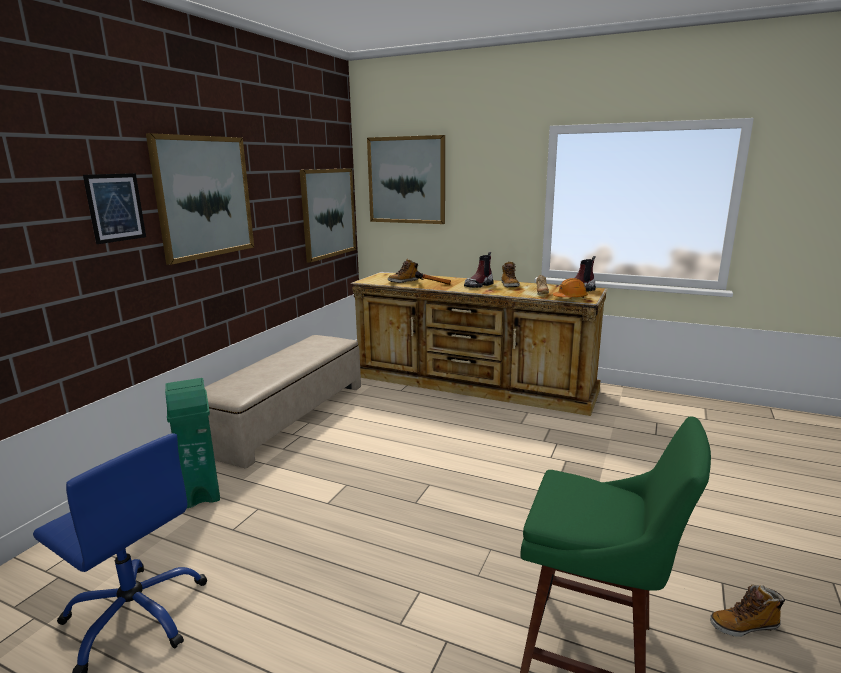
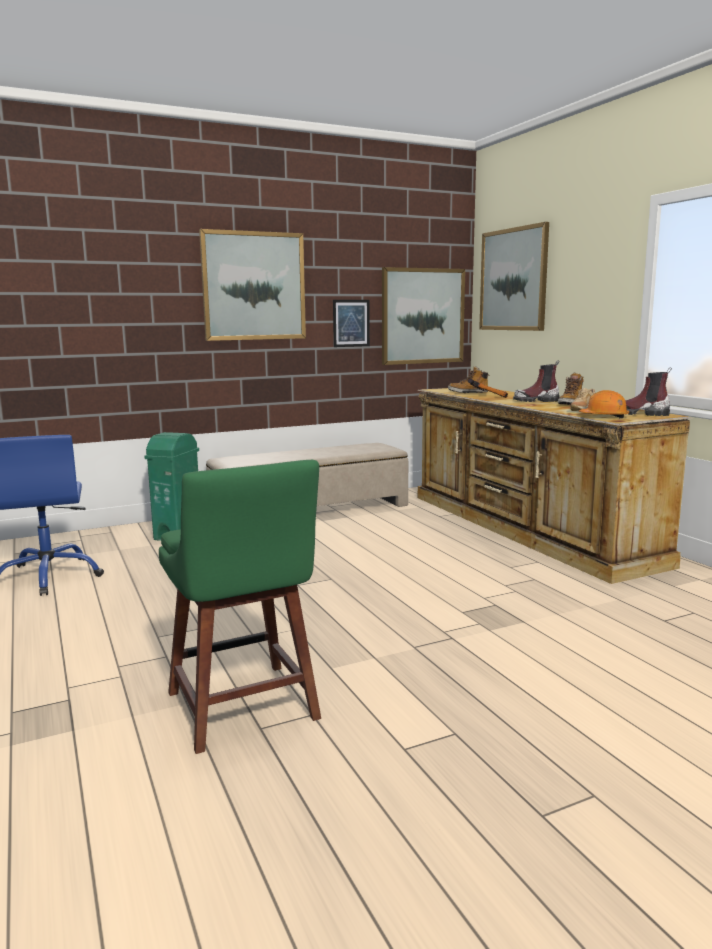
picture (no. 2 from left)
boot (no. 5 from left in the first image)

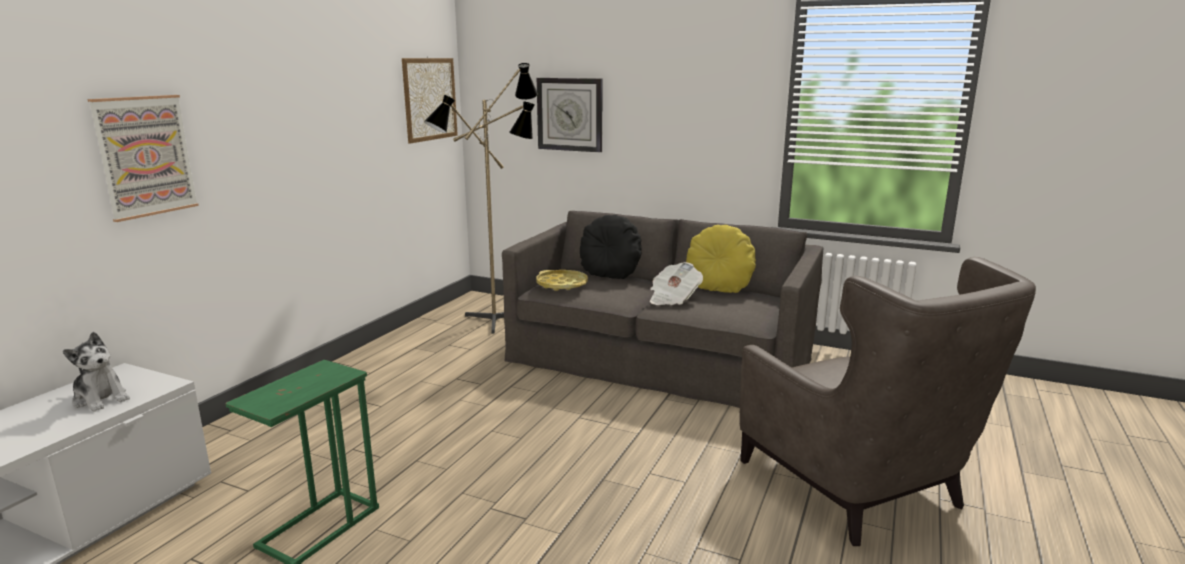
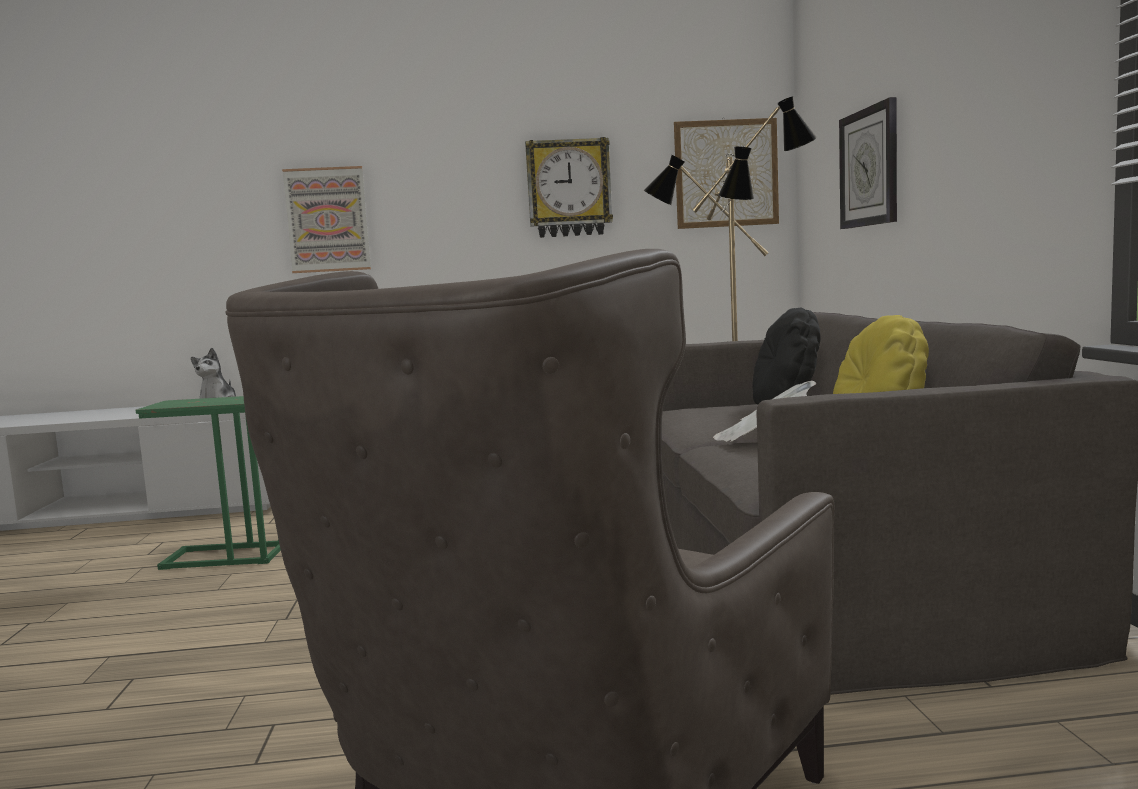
tray (yellow)
wall clock (no. 1 from left)

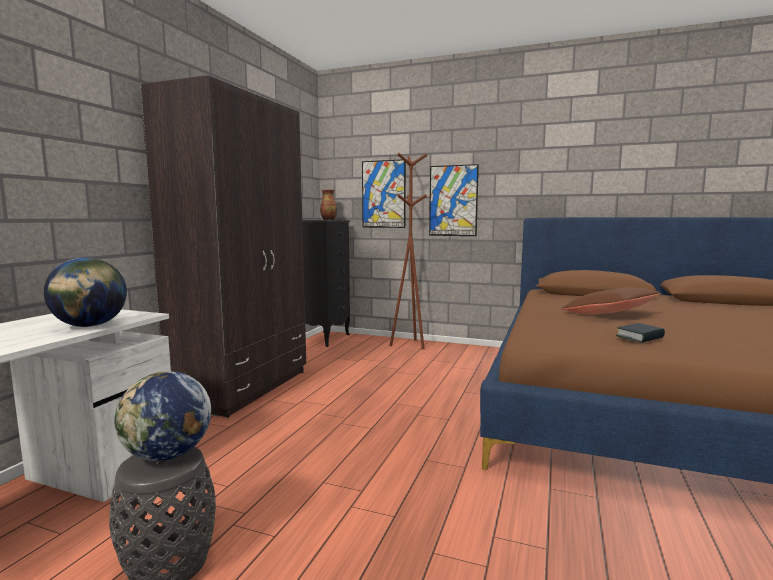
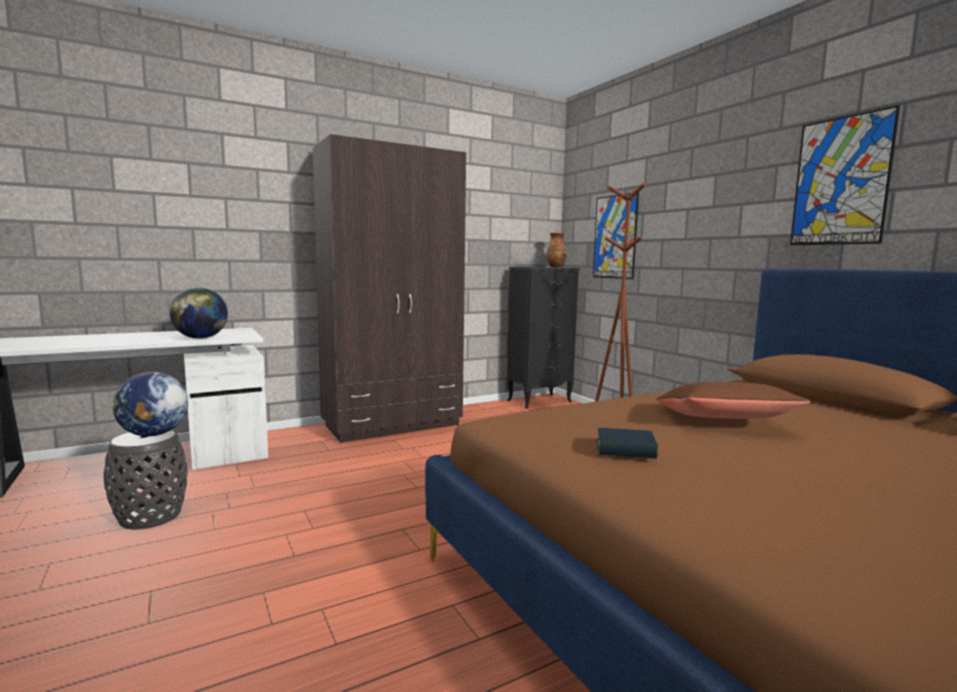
picture (no. 2 from left)

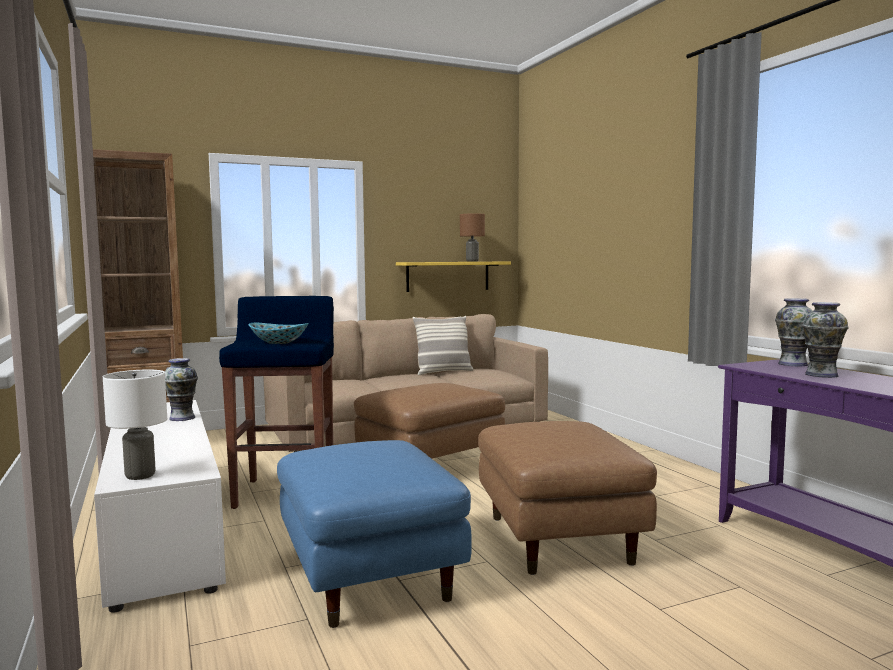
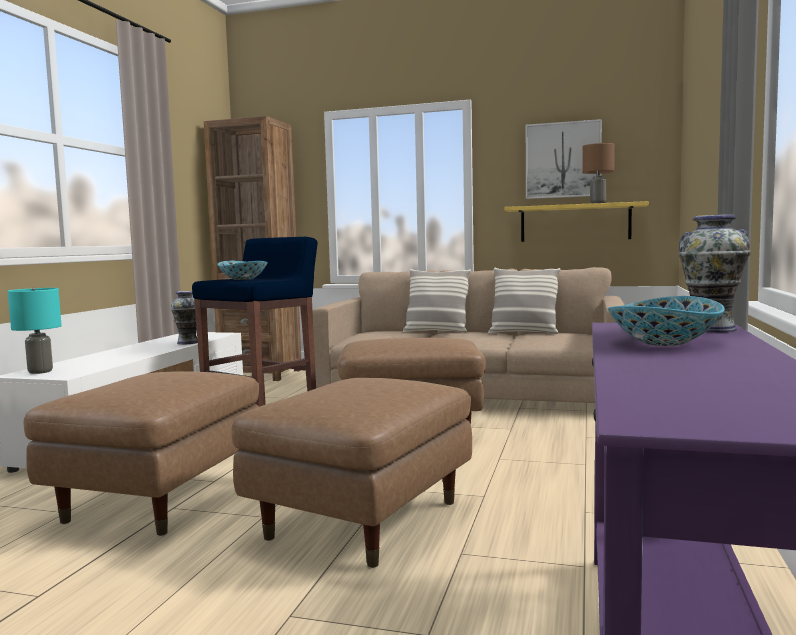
table lamp (turquoise)
ottoman (brown) (no. 1 from left)
bowl (no. 2 from left)
pillow (no. 1 from left)
picture

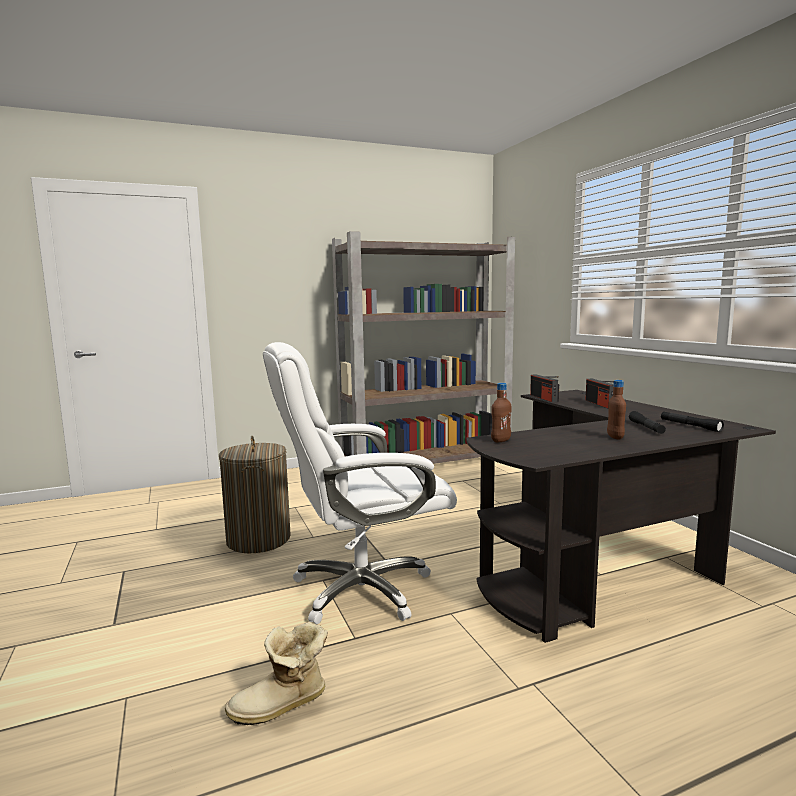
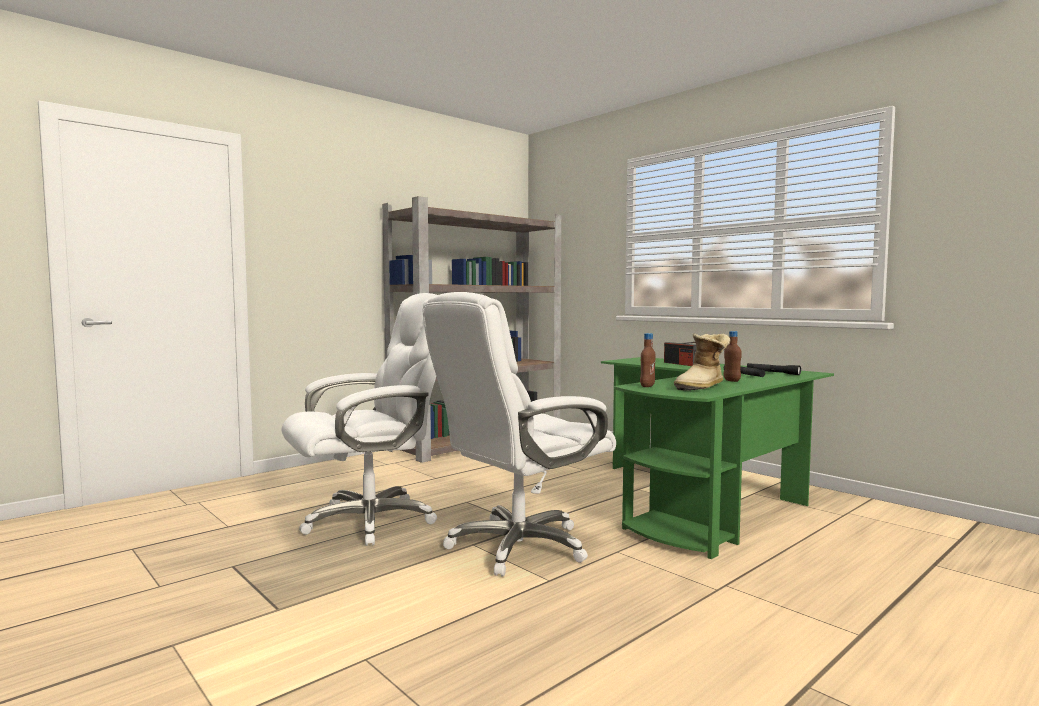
office chair (white) (no. 1 from left)
boot
desk (green)
radio (no. 1 from left in the first image)

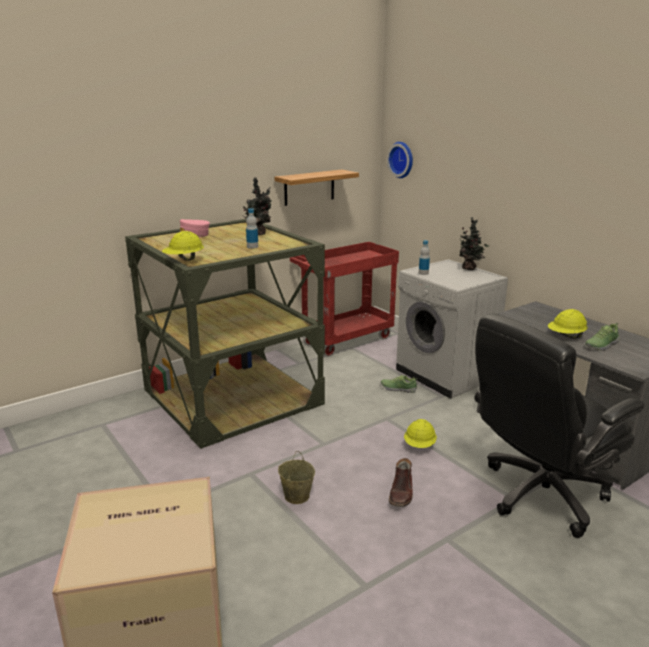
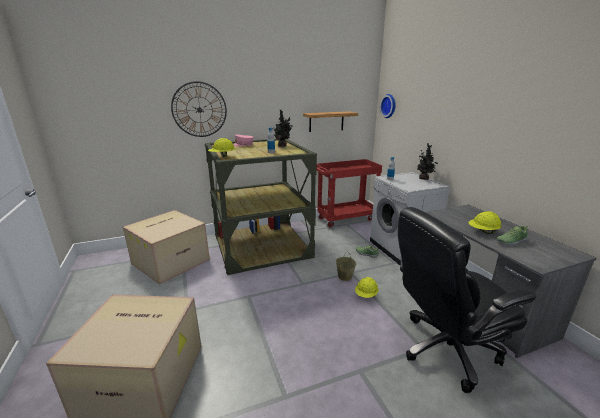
bucket (beige)
boot (brown)
cardboard box (no. 2 from left)
wall clock (no. 1 from left)

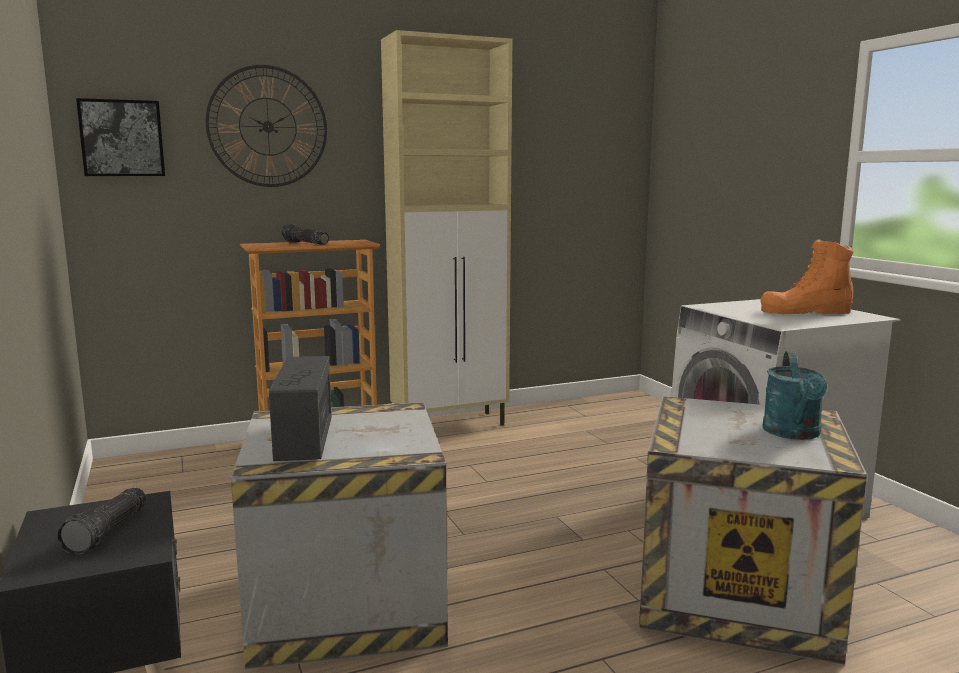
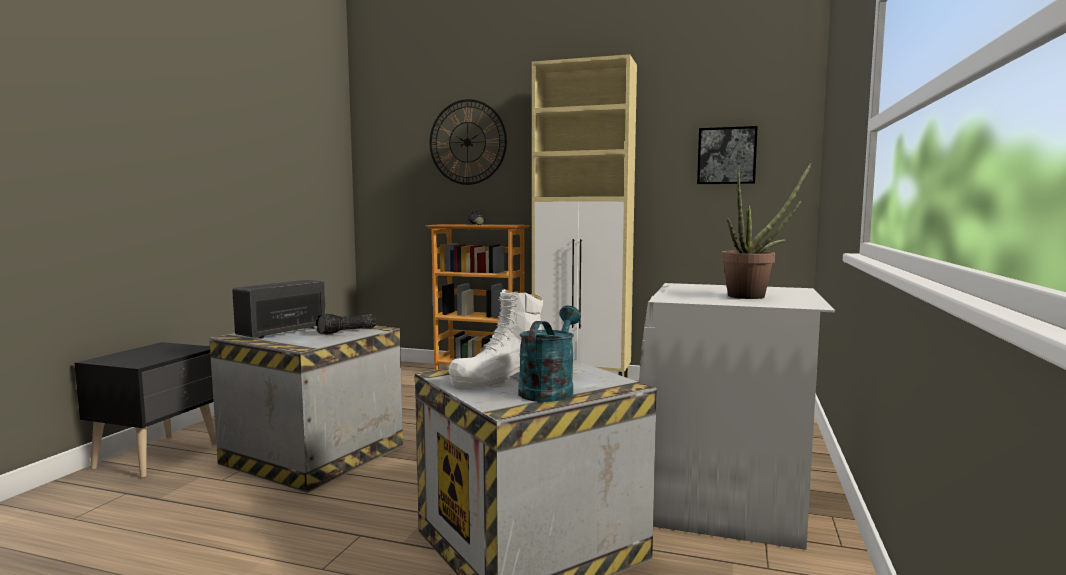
flashlight (no. 1 from left)
picture
potted plant
watering can (turquoise)
boot (white)

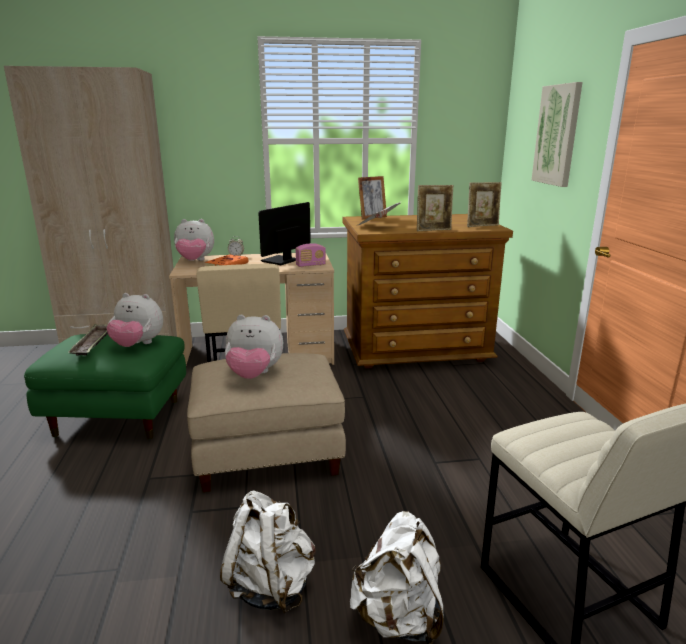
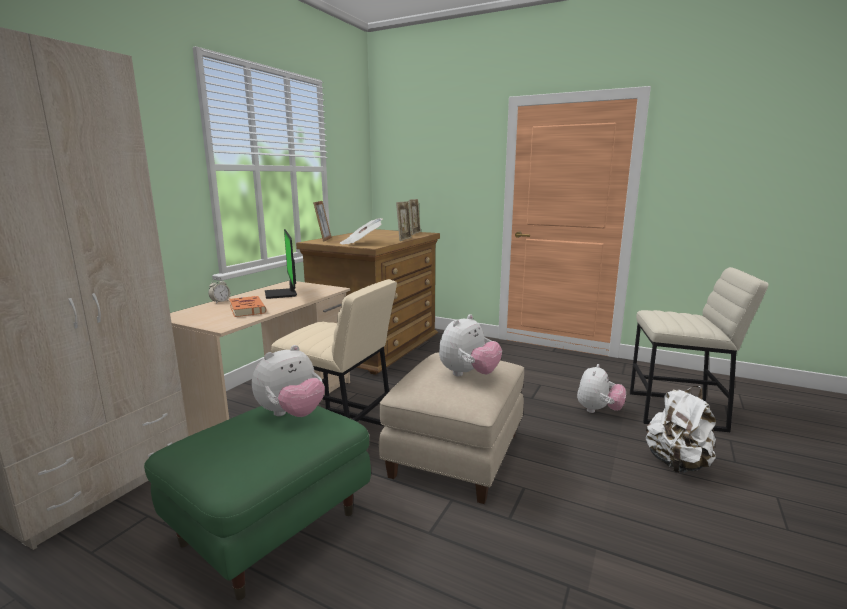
tray
plush toy (no. 3 from left)
backpack (white) (no. 1 from left in the first image)
radio
picture

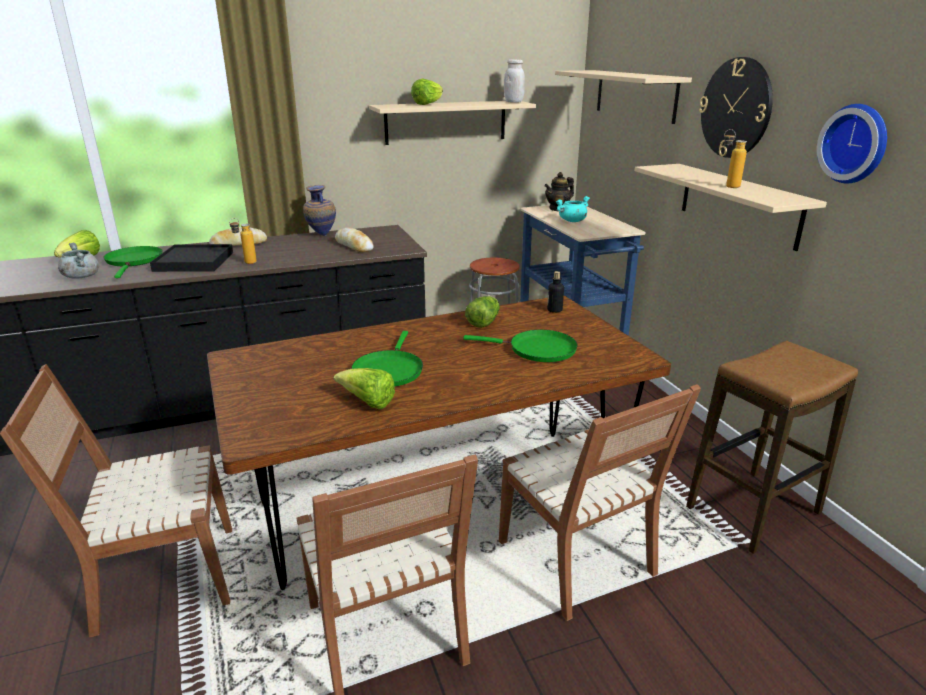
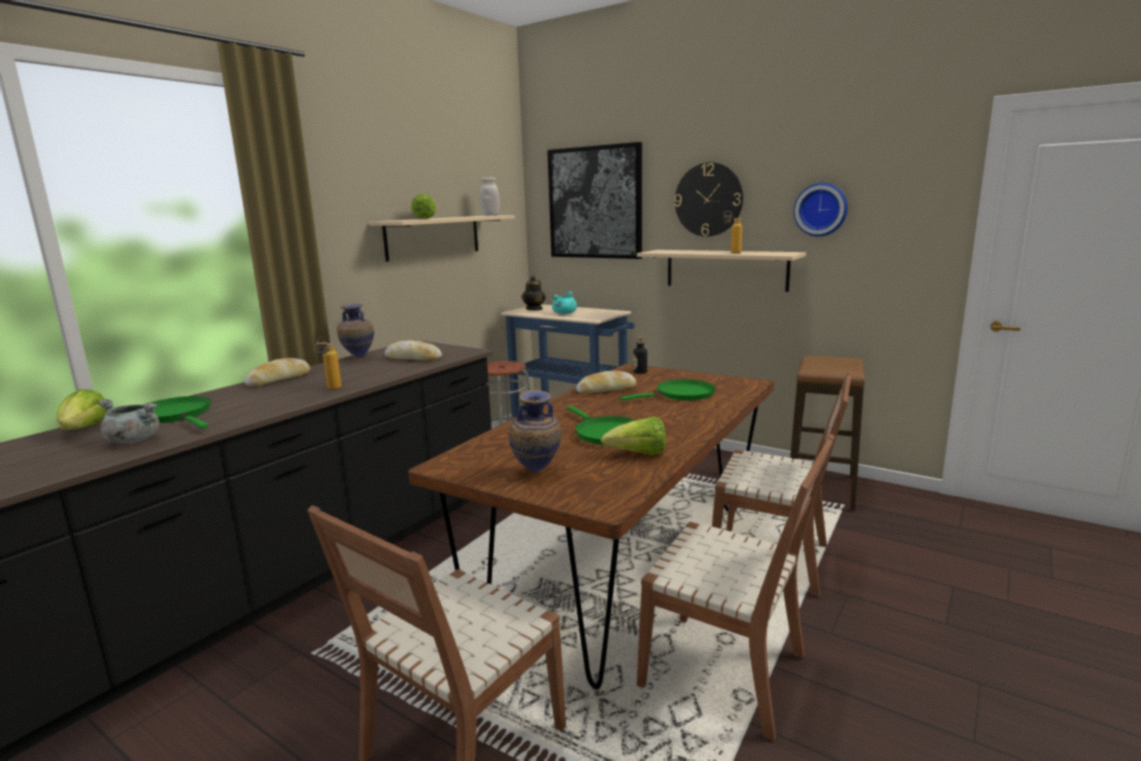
tray (black)
bread (no. 3 from left)
picture
vase (no. 2 from left)

